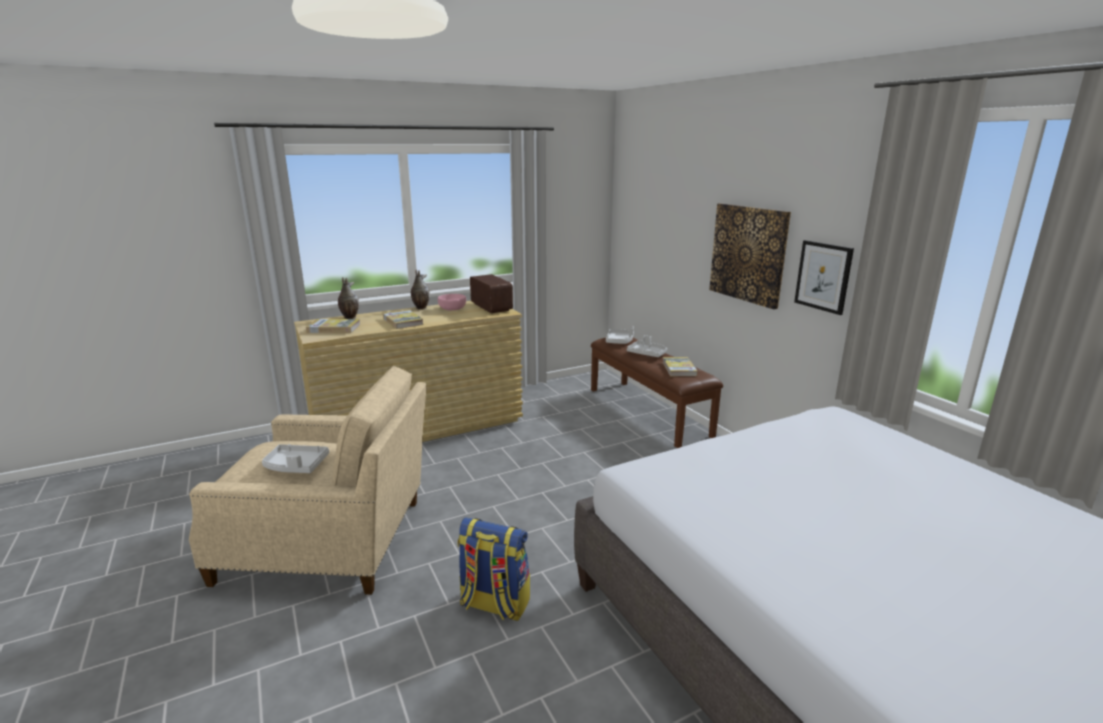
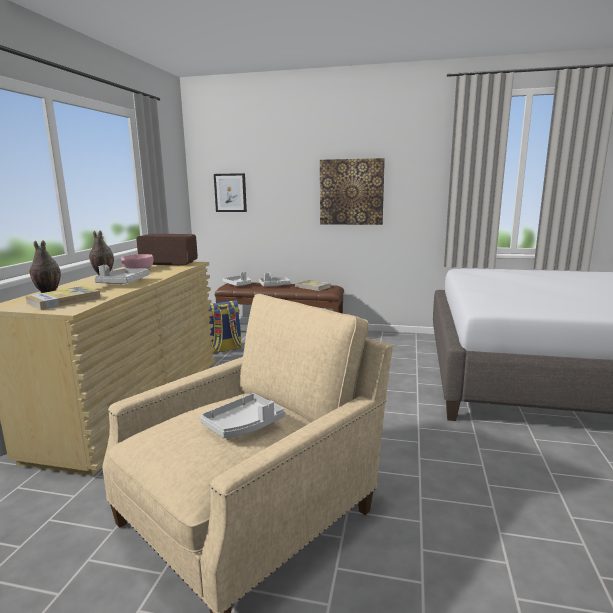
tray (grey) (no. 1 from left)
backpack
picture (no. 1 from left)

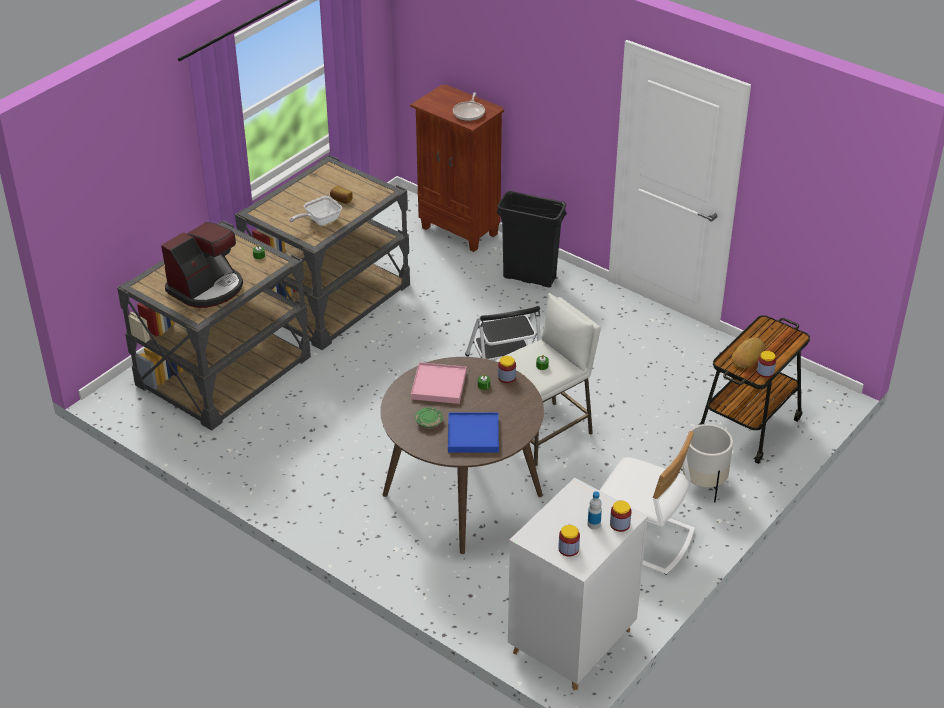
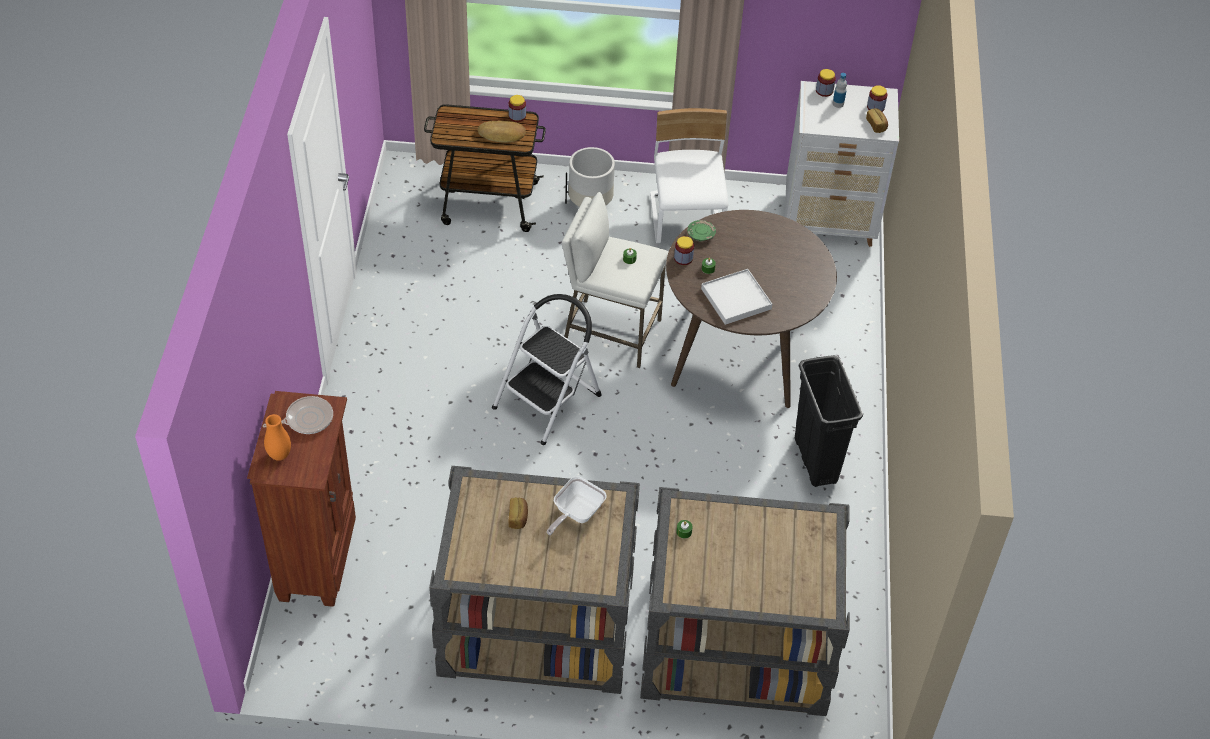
coffee machine
frying pan (no. 2 from left)
tray (white)
plate (green)
tray (blue)
trash can (black)
vase (orange)
bread (no. 3 from left)

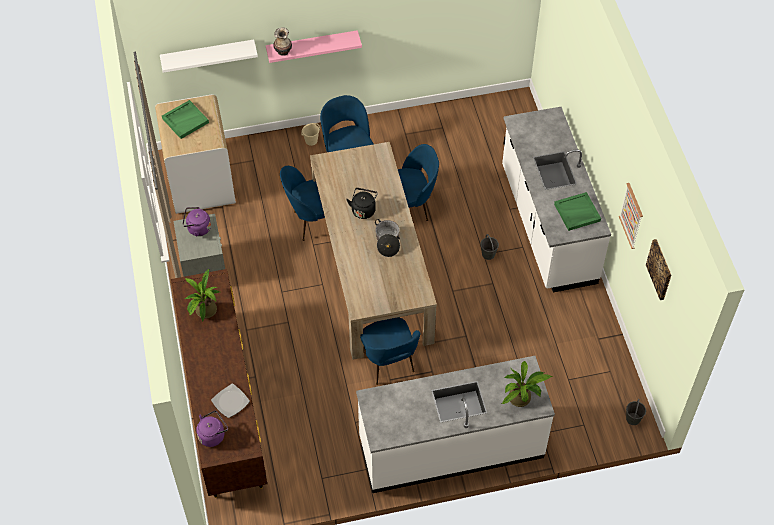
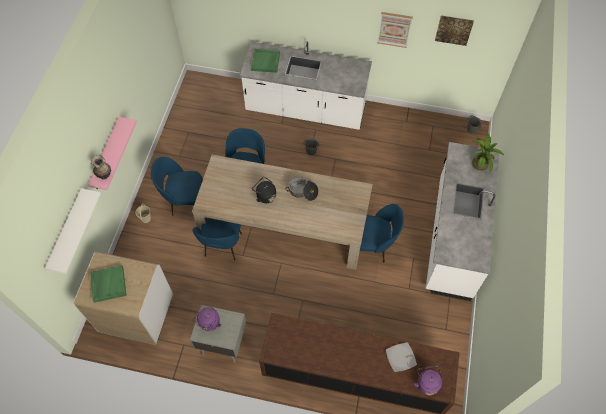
potted plant (no. 1 from left in the first image)
tray (green) (no. 2 from left)

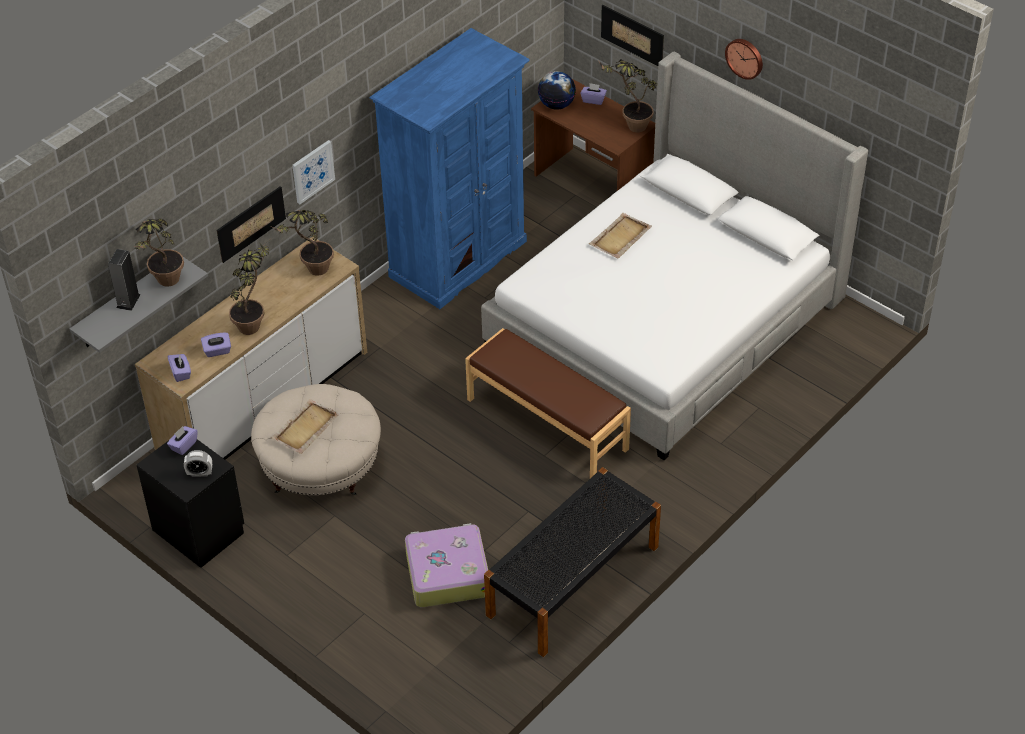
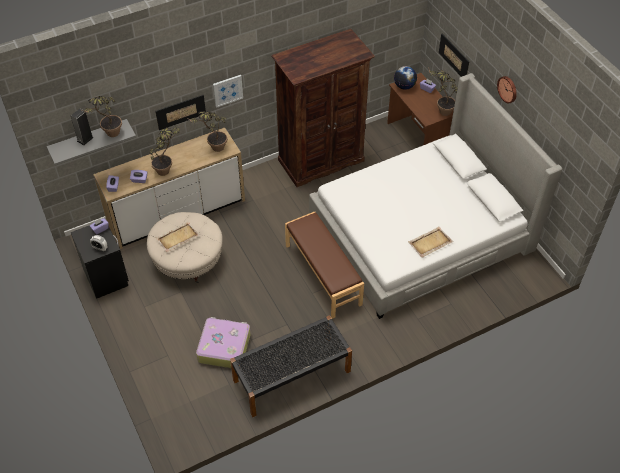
wardrobe (brown)
tray (beige) (no. 2 from left)

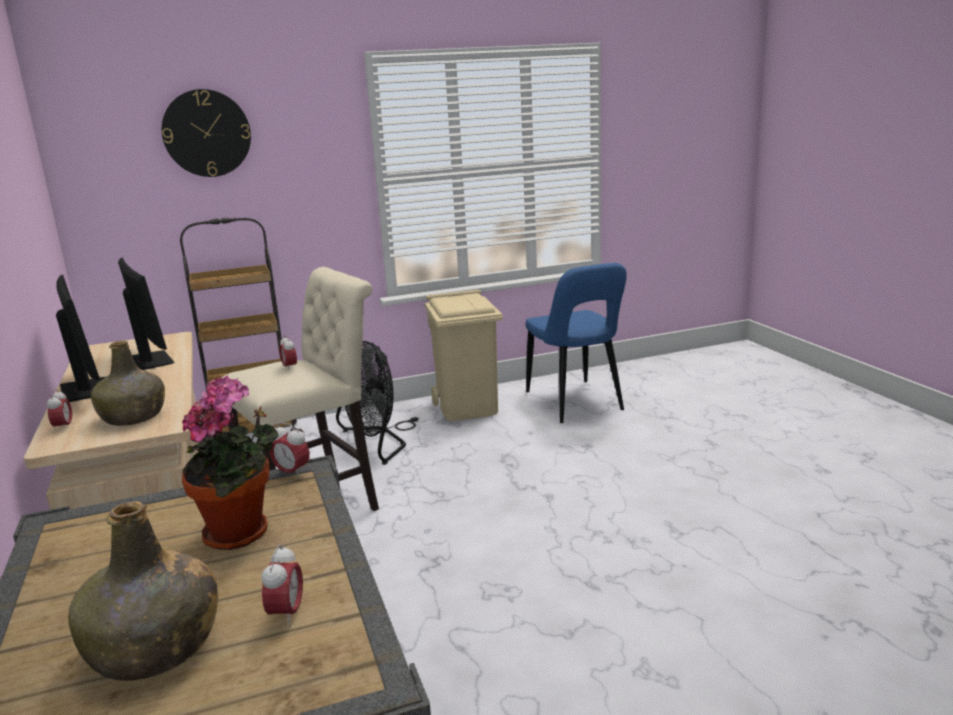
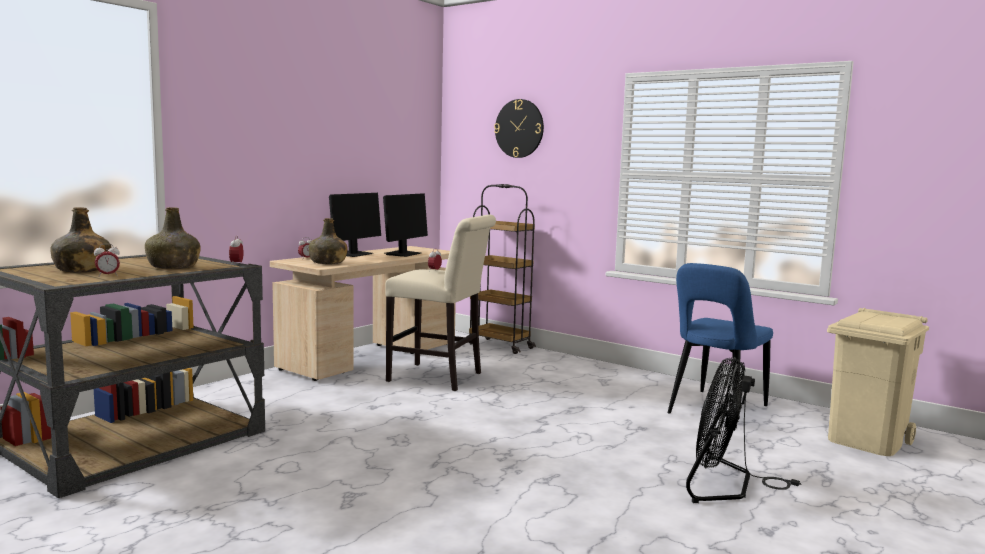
bottle (green) (no. 2 from left)
fan (black)
trash can (beige)

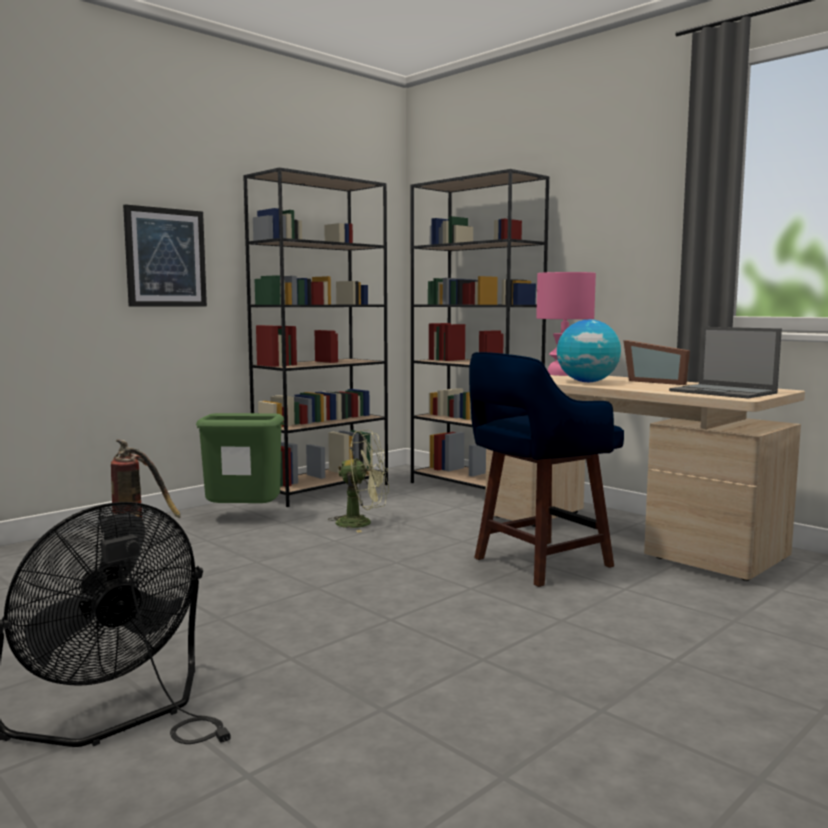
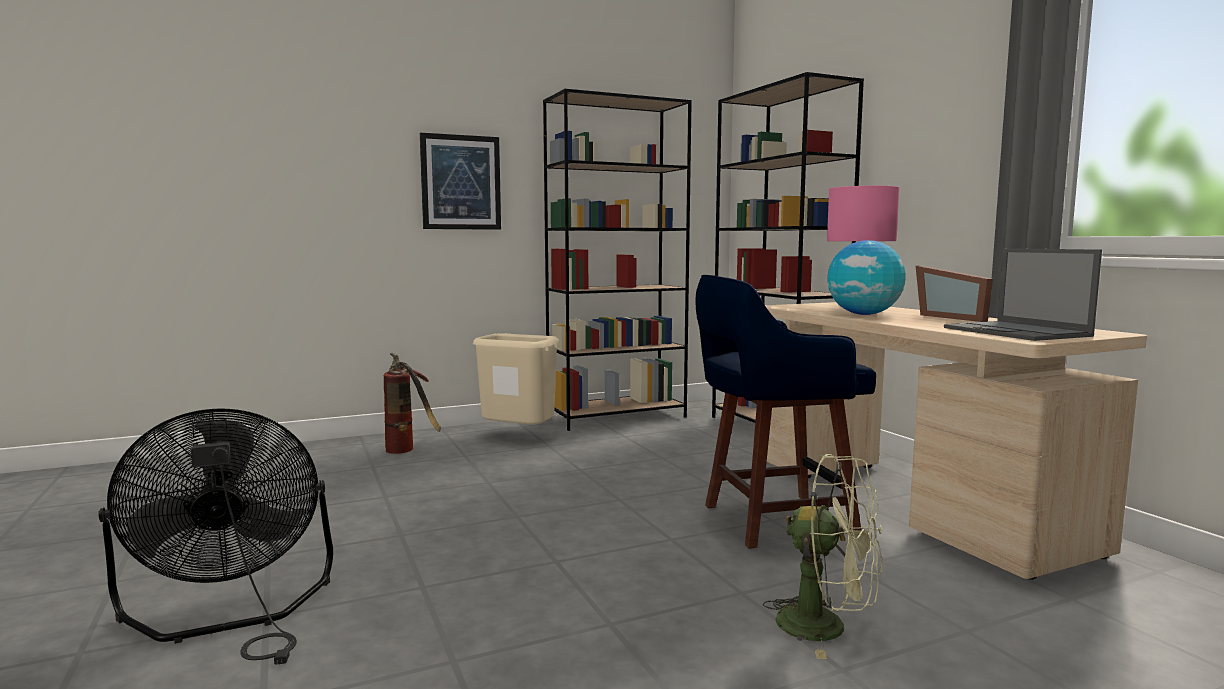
trash can (beige)
fan (green)

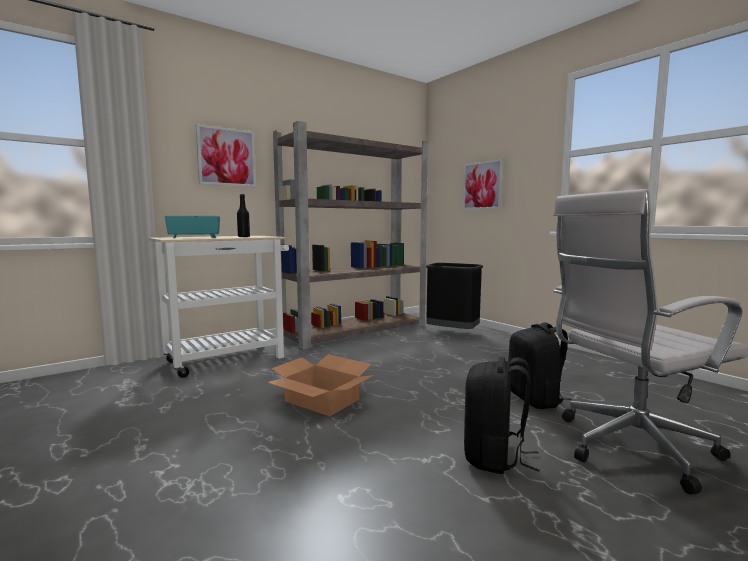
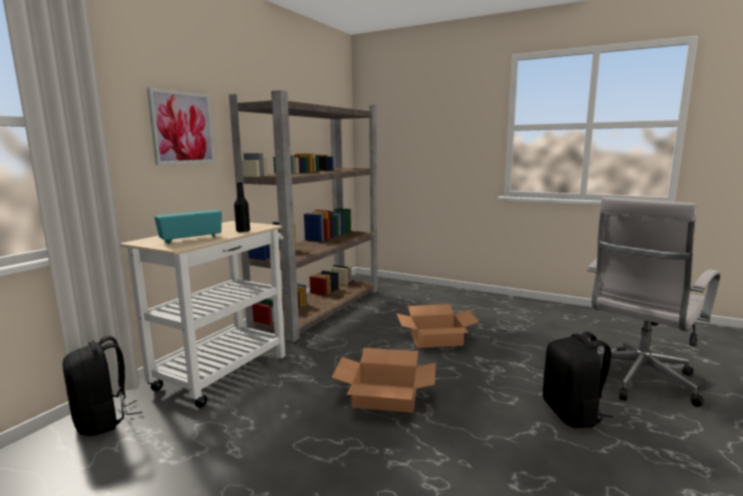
trash can (black)
picture (no. 2 from left in the first image)
backpack (black) (no. 1 from left)
cardboard box (no. 2 from left)

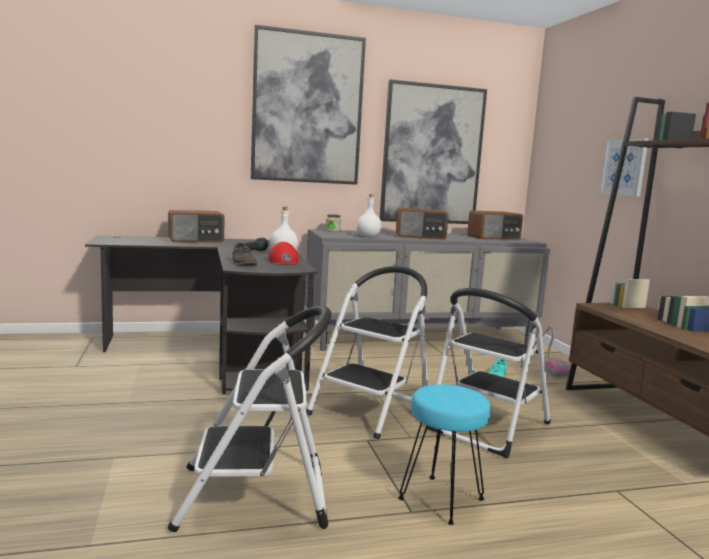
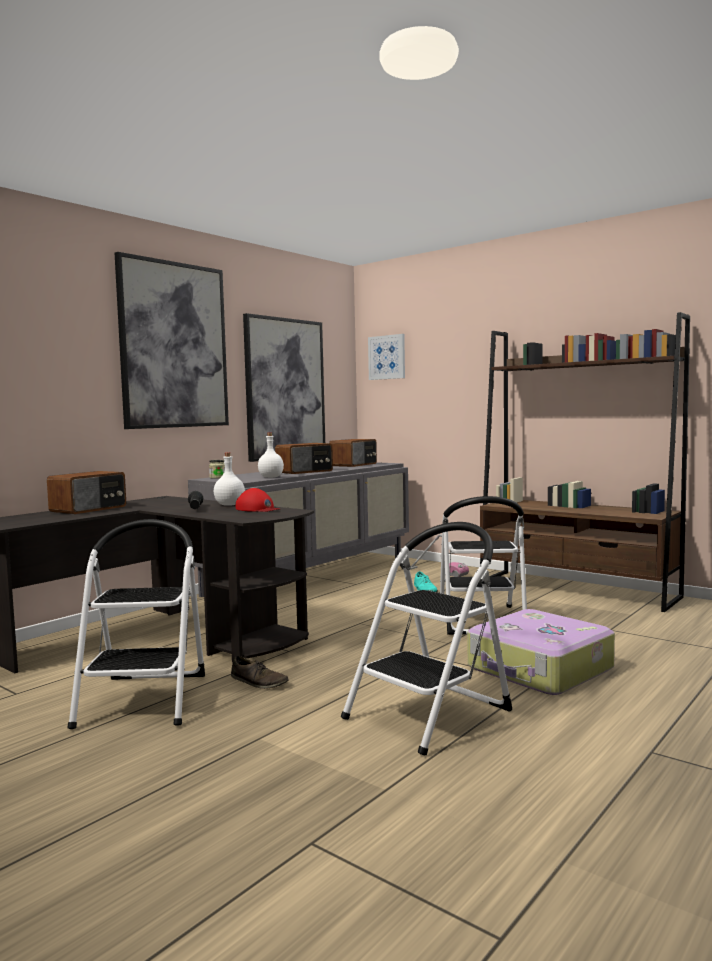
shoe (brown)
step ladder (no. 1 from left)
suitcase
picture (no. 3 from left)

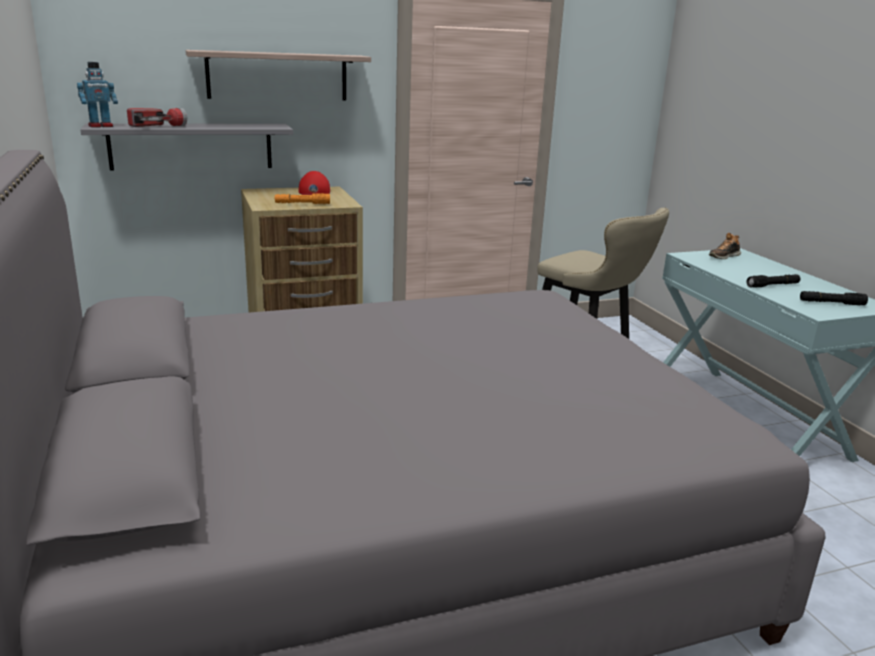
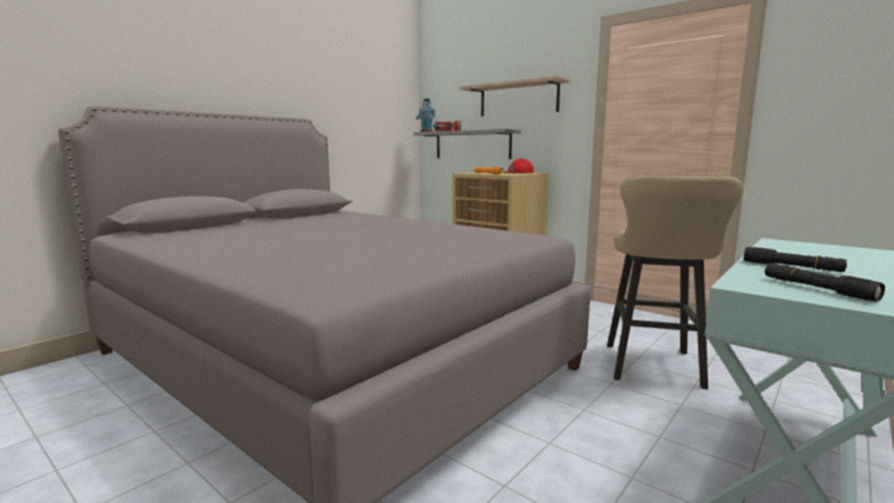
shoe

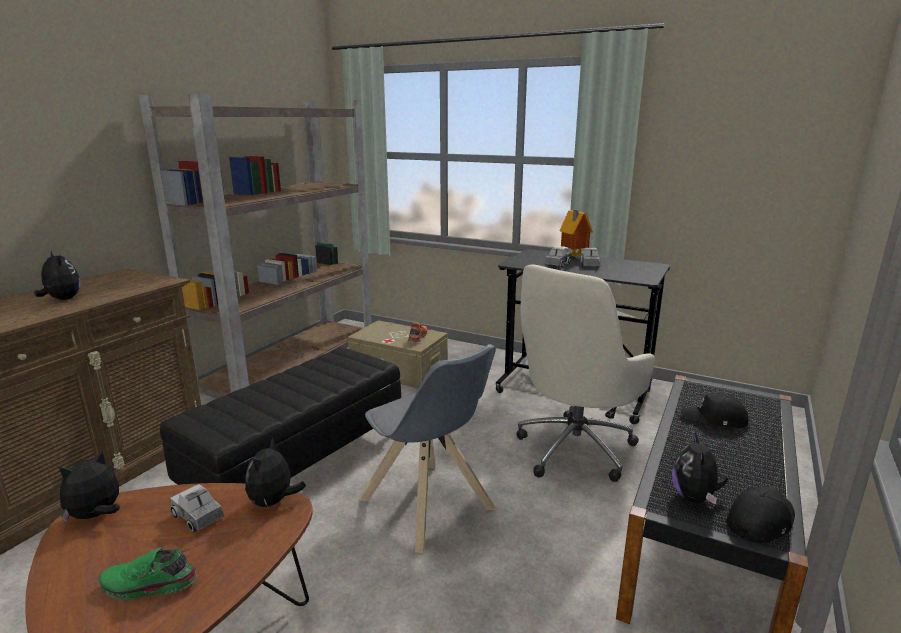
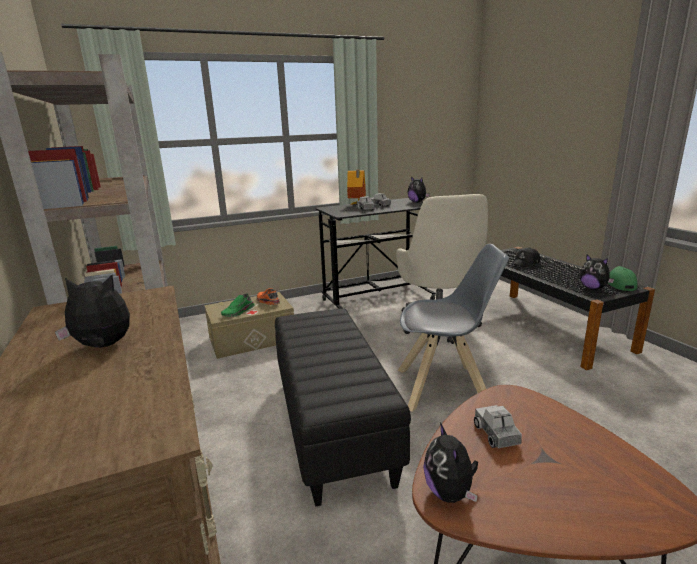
shoe (green)
toy truck (no. 3 from left)
plush toy (no. 2 from left)
cap (green)

